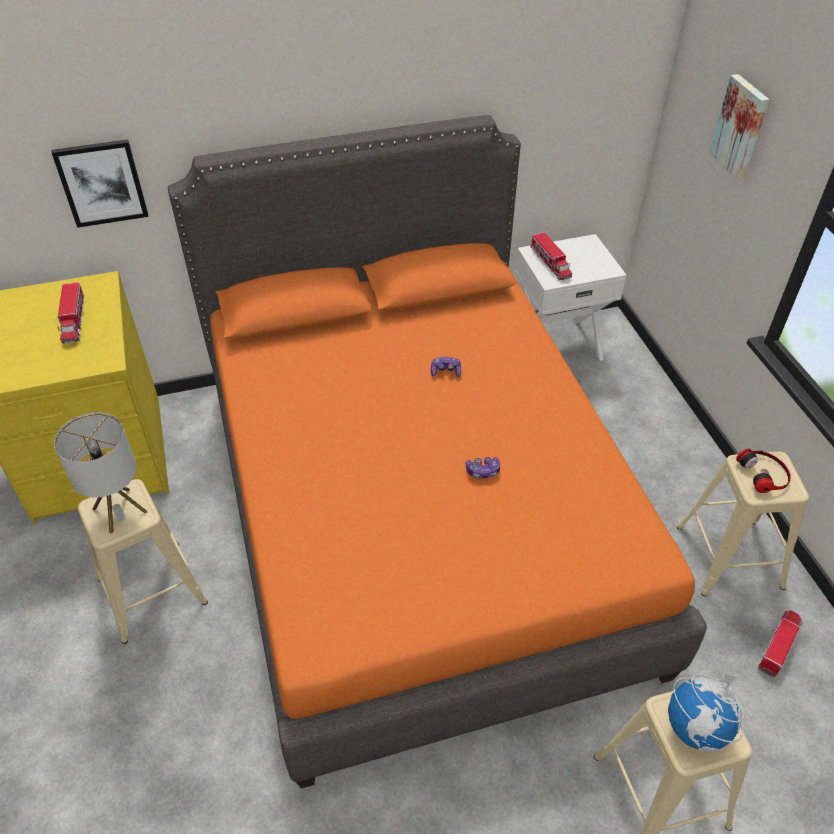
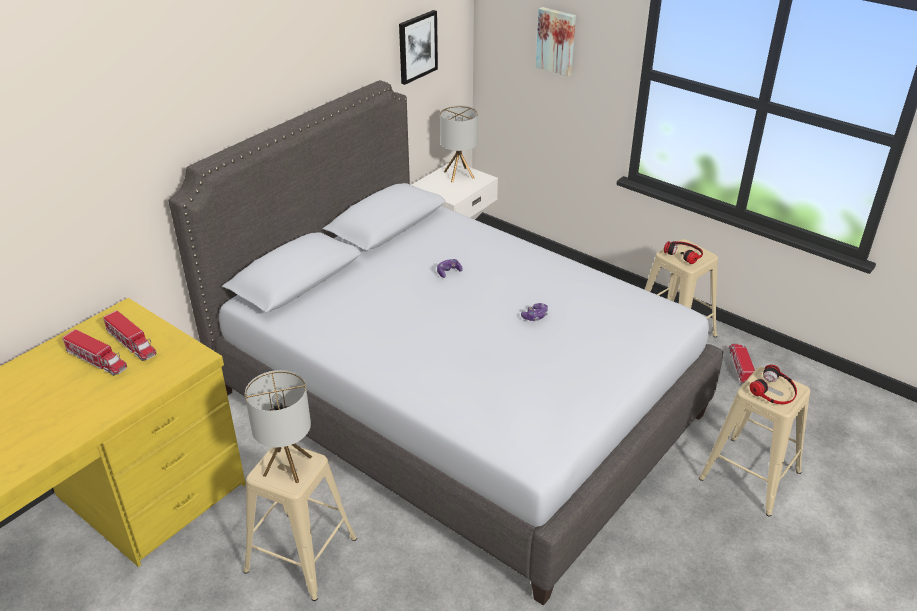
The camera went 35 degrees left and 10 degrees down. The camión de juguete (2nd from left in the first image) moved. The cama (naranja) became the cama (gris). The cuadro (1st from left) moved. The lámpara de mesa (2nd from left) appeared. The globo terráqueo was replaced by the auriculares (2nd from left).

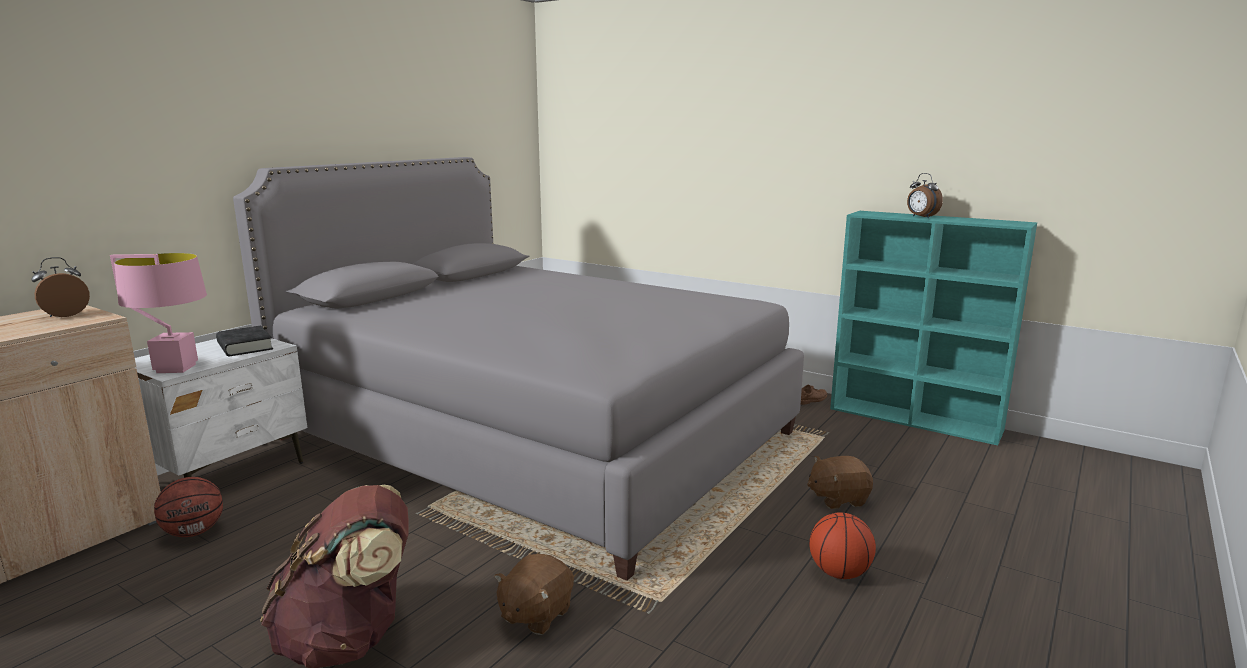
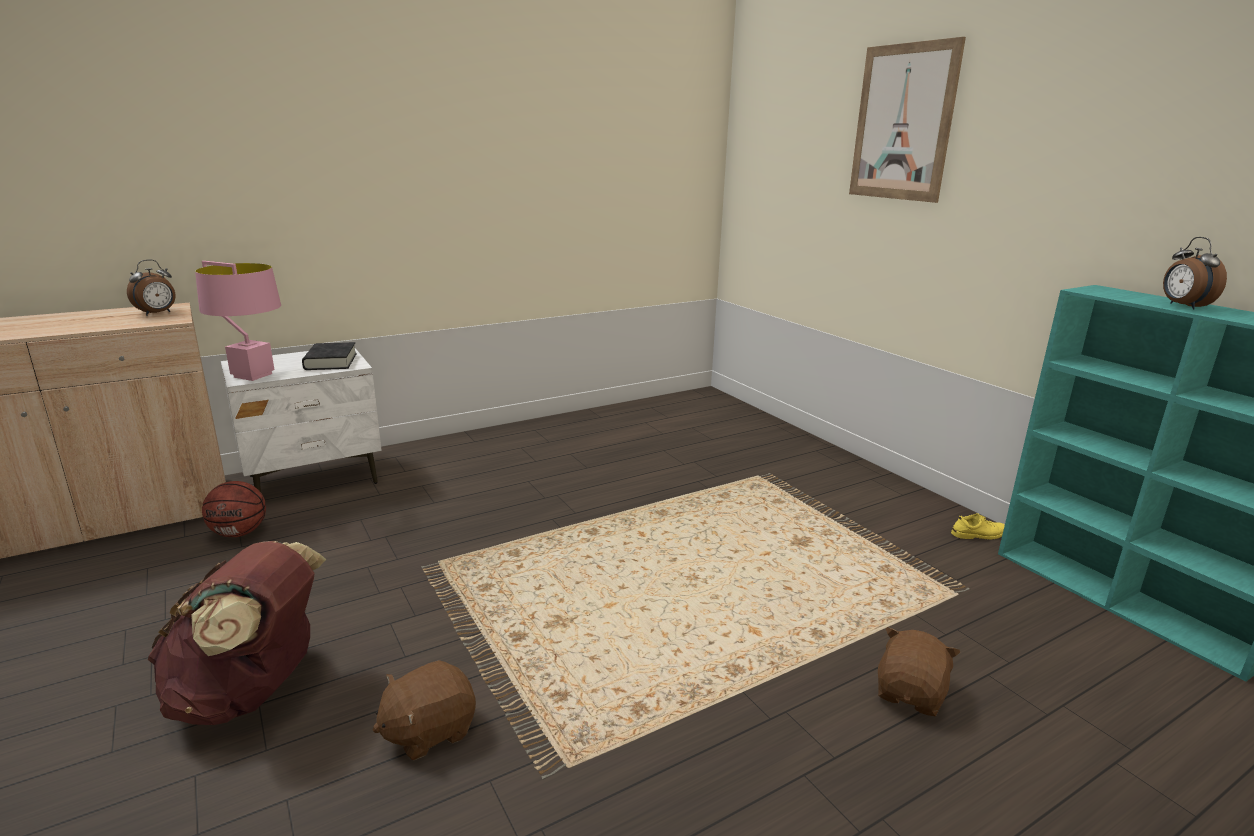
The camera went 25 degrees right and 5 degrees up. The despertador (1st from left) turned 150 degrees clockwise. The cuadro appeared. The peluche (marrón) (2nd from left) turned 105 degrees clockwise. The zapato (marrón) became the zapato (amarillo). The cama (gris) disappeared. The balón de baloncesto (2nd from left) disappeared.

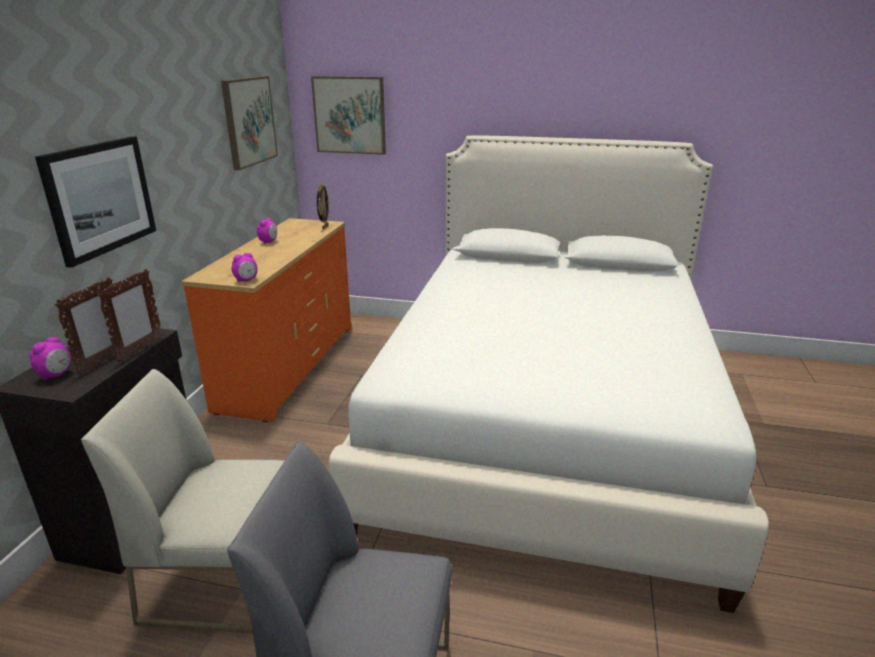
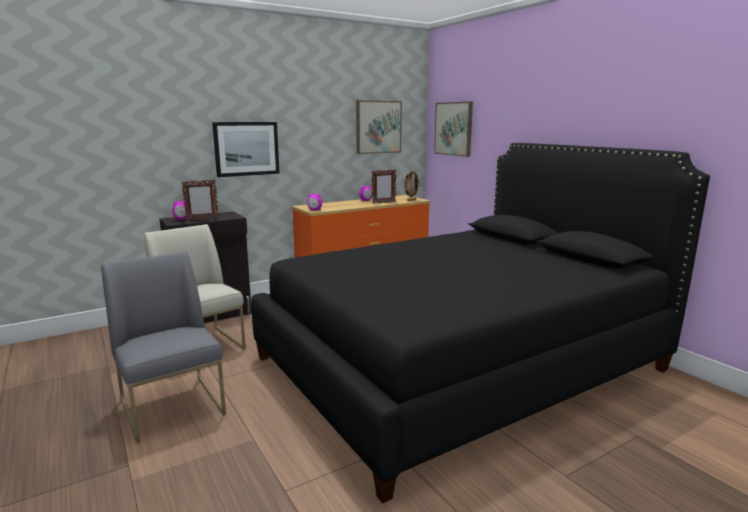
The camera went 45 degrees right and 10 degrees down. The cama (blanco) became the cama (negro). The portarretratos (2nd from left) moved.

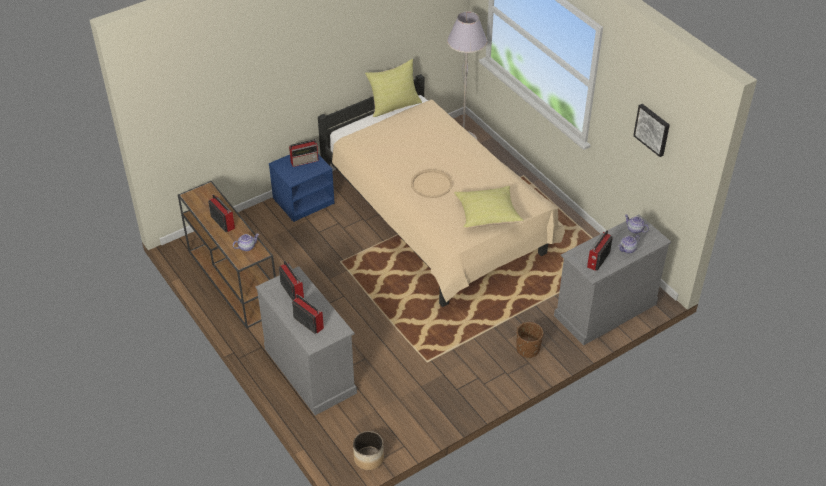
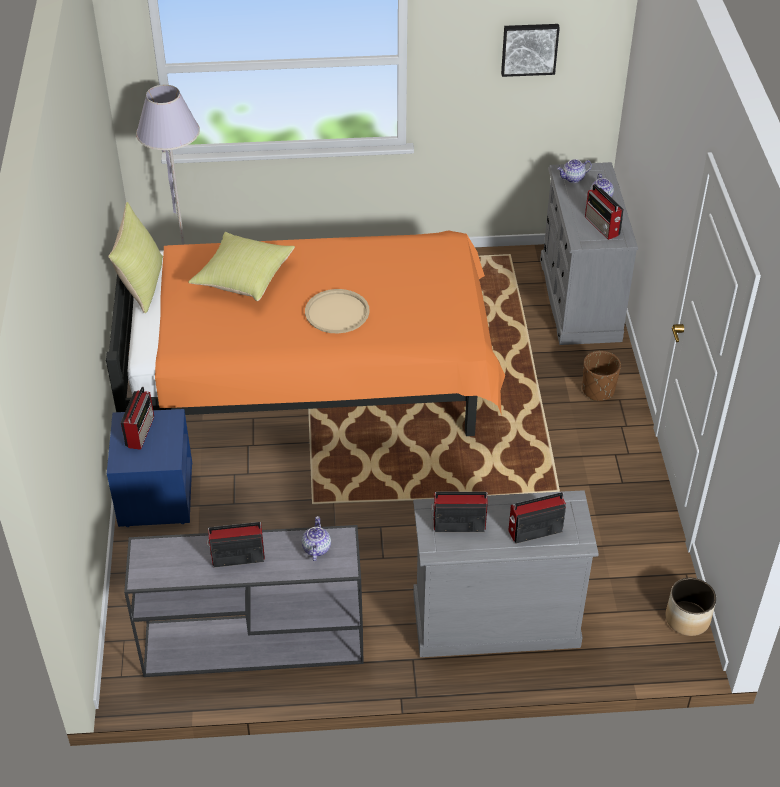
The camera went 60 degrees left and 0 degrees up. The cama (beis) became the cama (naranja). The mesa consola (marrón) became the mesa consola (gris). The cojín (amarillo) (2nd from left) moved.

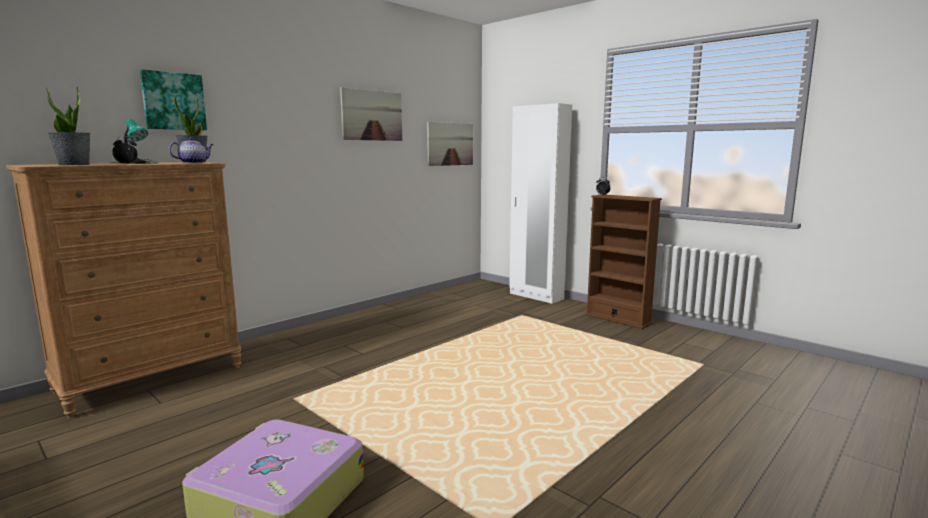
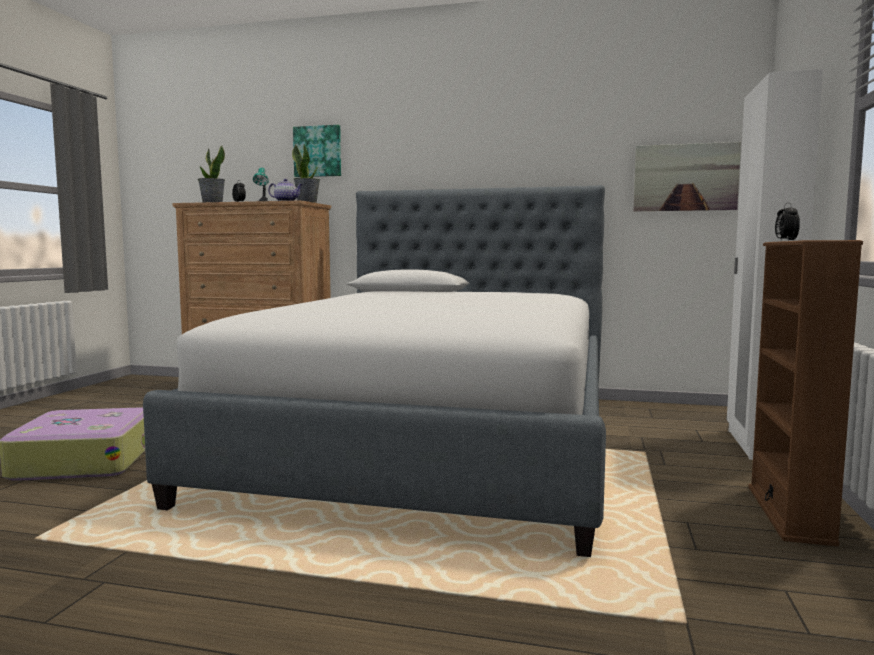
The camera went 60 degrees right and 5 degrees down. The cama appeared. The cuadro (2nd from left) disappeared.

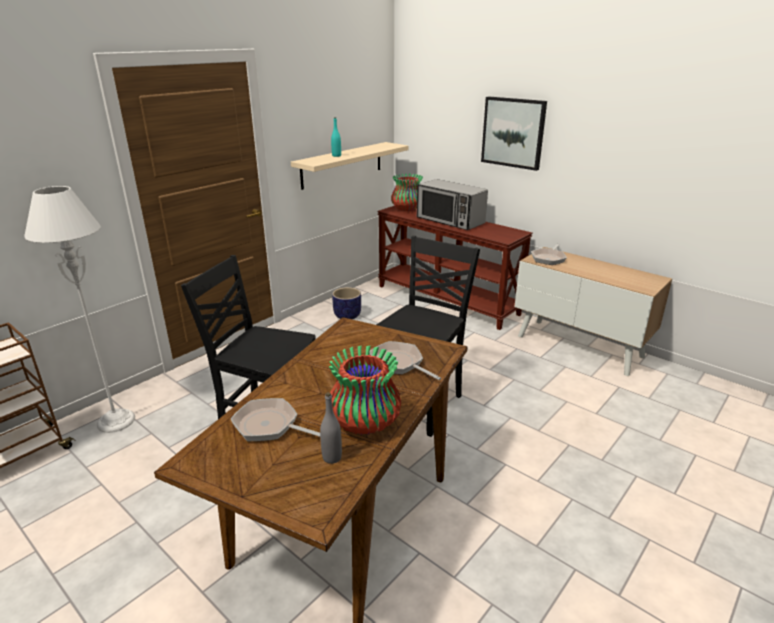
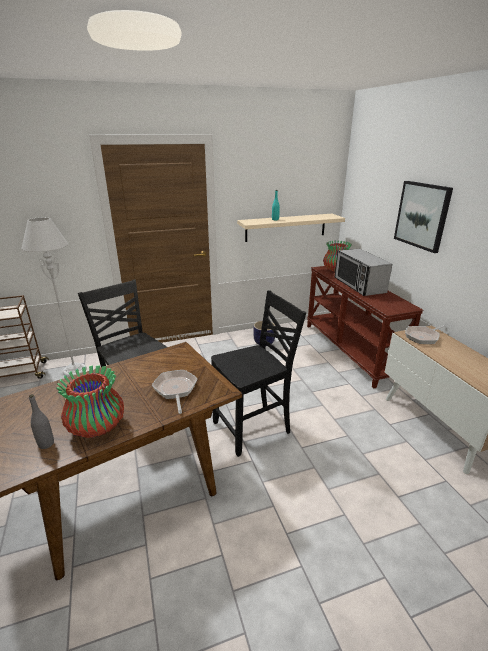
The camera went 30 degrees right and 0 degrees up. The sartén (1st from left) disappeared.

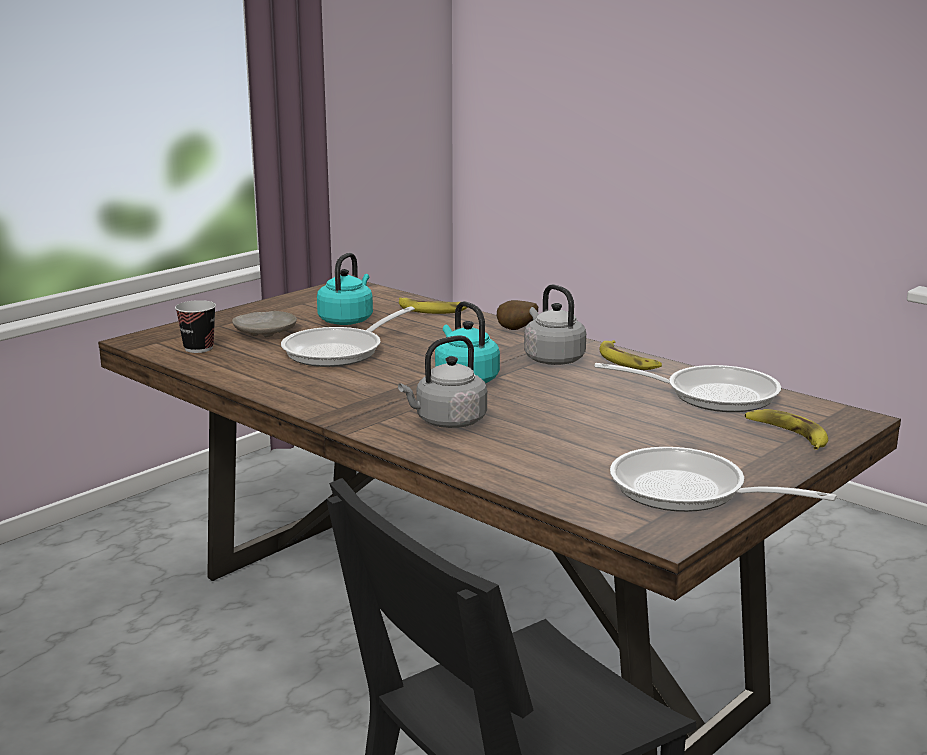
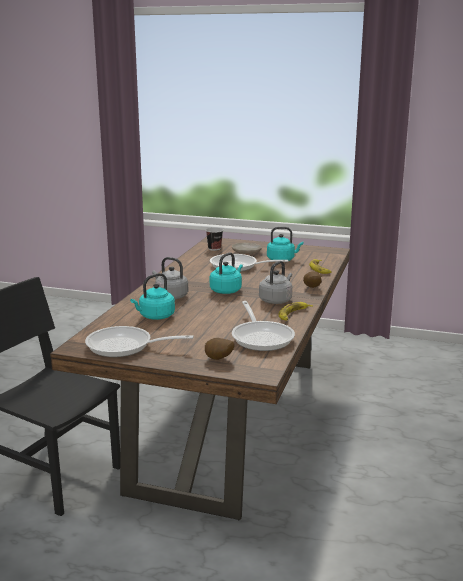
The camera went 65 degrees right and 0 degrees up. The sartén (3rd from left in the first image) turned 90 degrees counterclockwise. The hervidor (turquesa) (1st from left) appeared. The plátano (3rd from left) was replaced by the patata (1st from left).

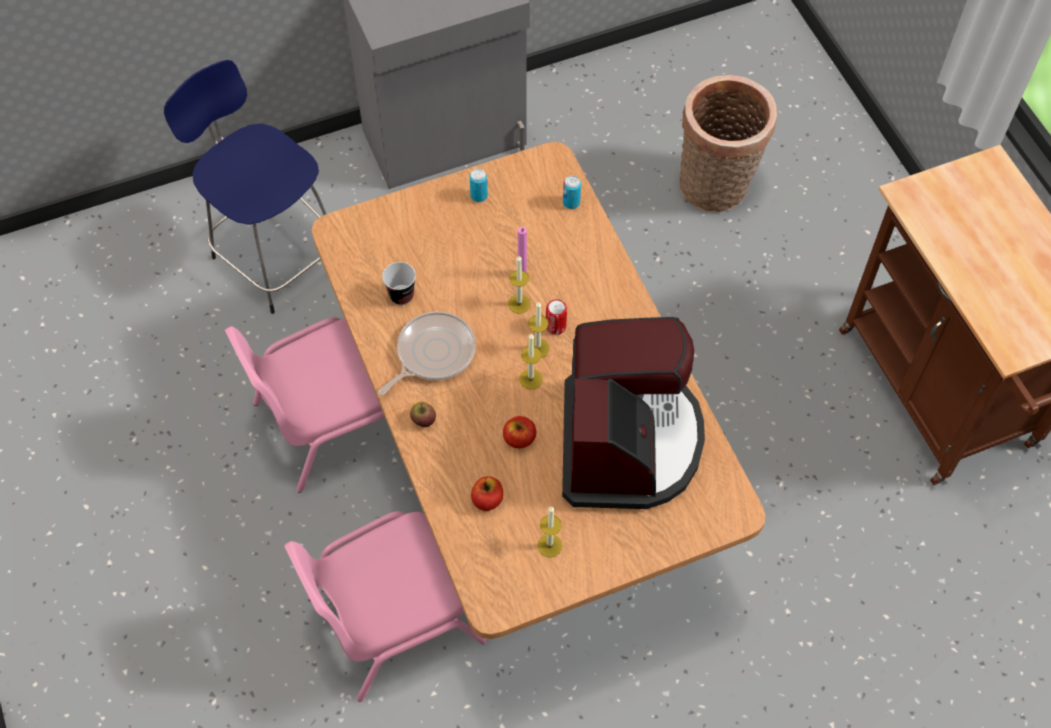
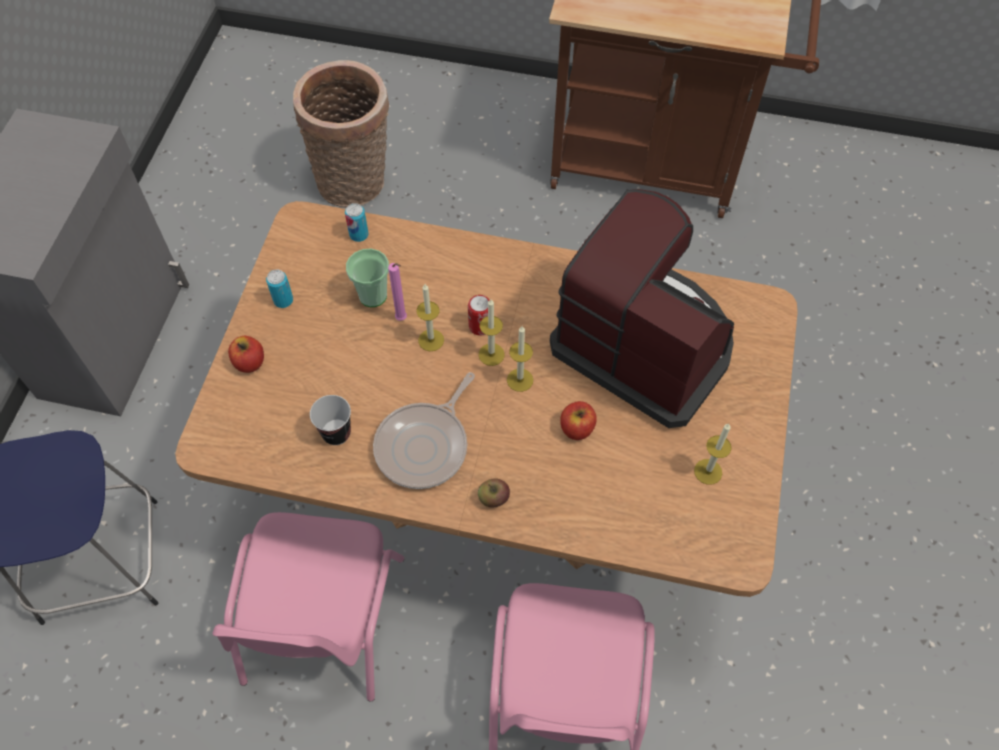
The camera went 55 degrees left and 0 degrees up. The manzana (2nd from left in the first image) moved. The taza (2nd from left) appeared. The sartén turned 135 degrees counterclockwise.

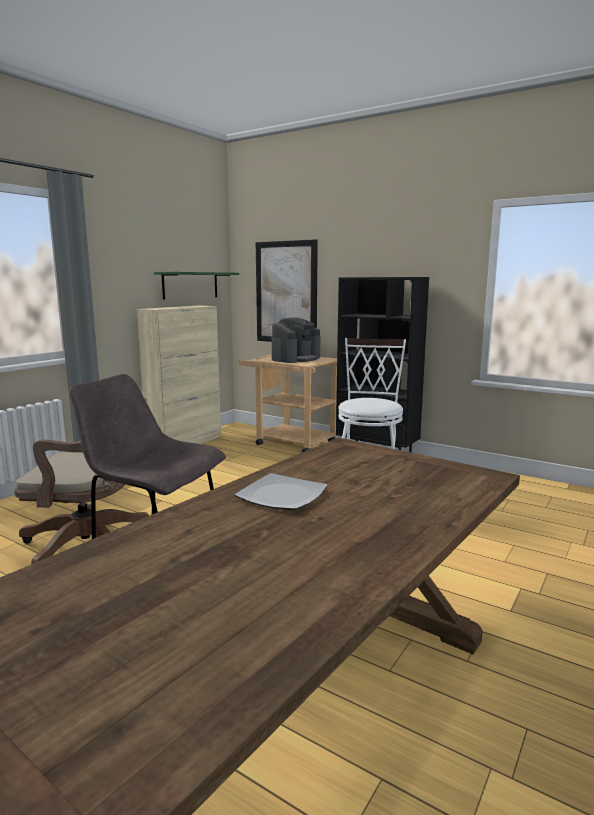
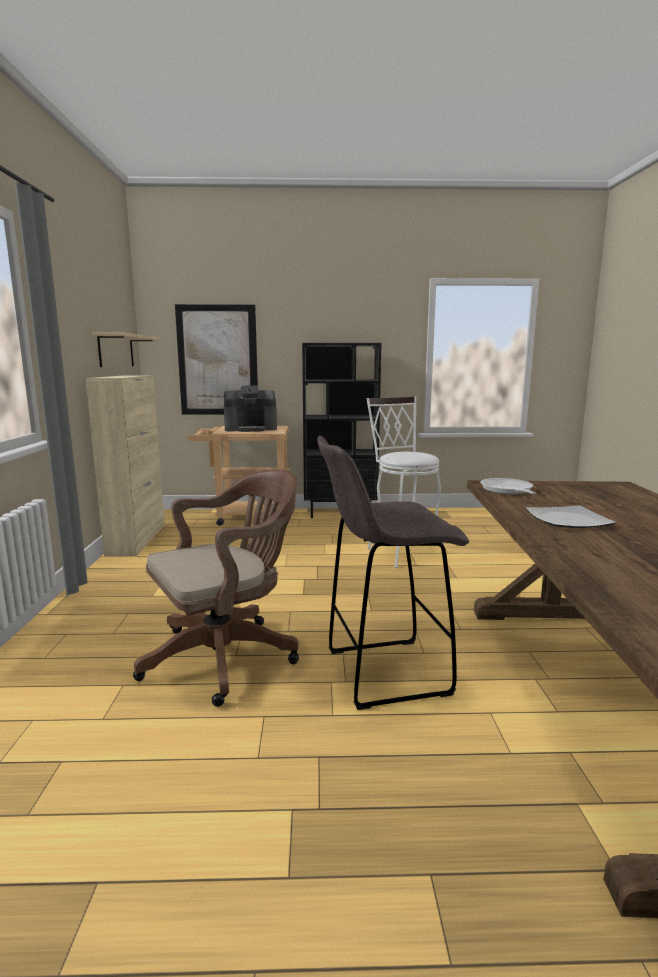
The camera went 35 degrees left and 0 degrees up. The estante (verde) became the estante (beis). The cafetera turned 75 degrees clockwise. The sartén appeared.

